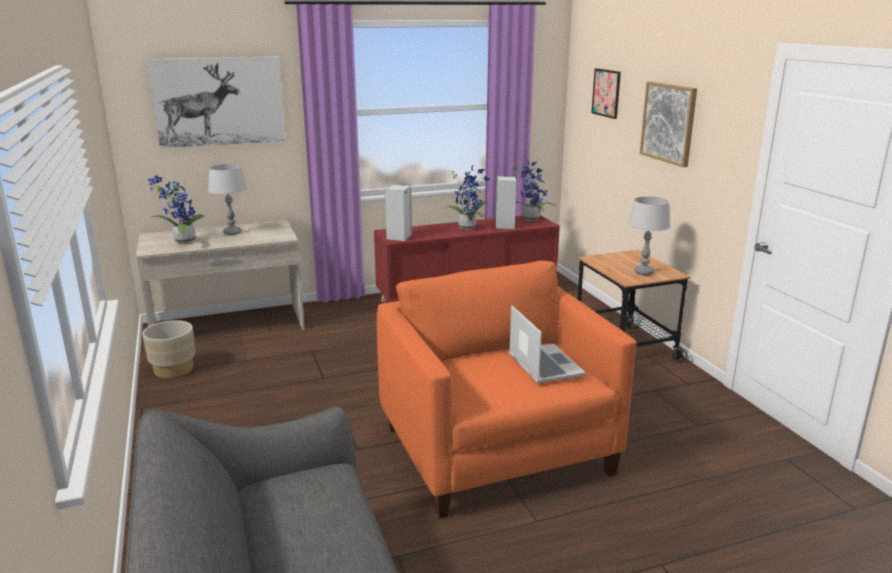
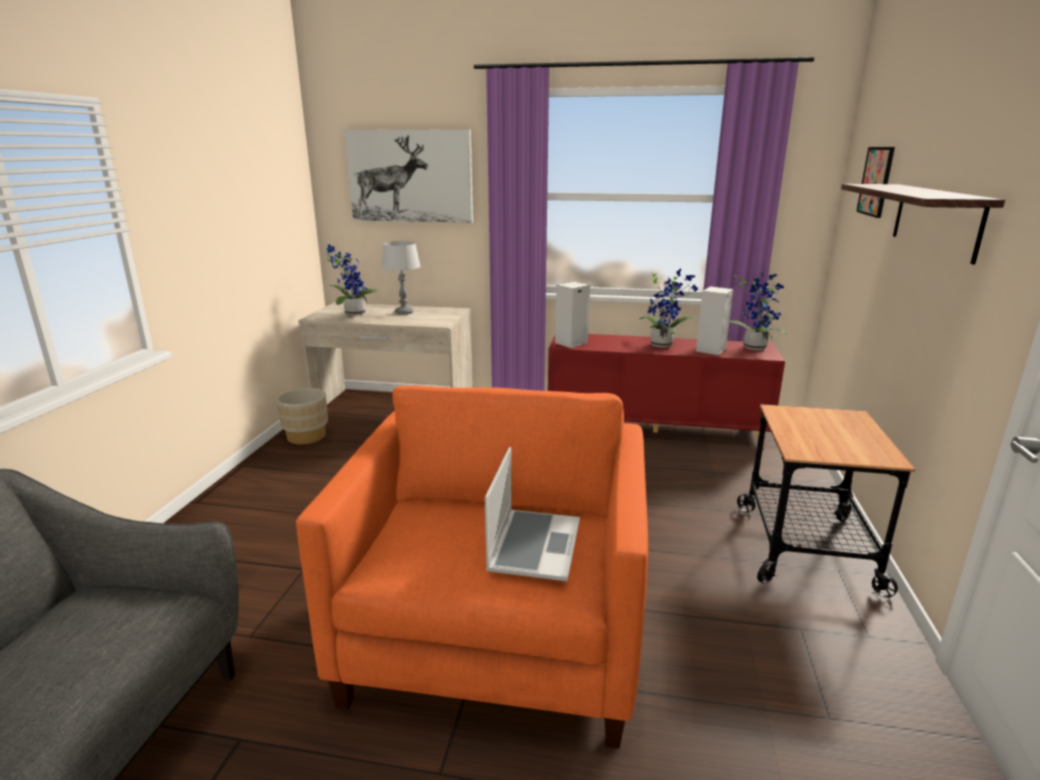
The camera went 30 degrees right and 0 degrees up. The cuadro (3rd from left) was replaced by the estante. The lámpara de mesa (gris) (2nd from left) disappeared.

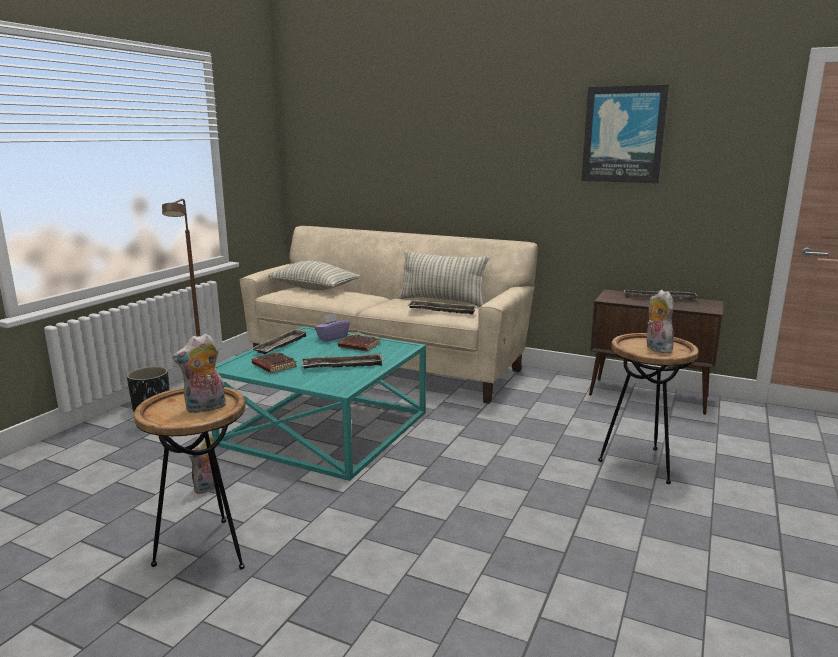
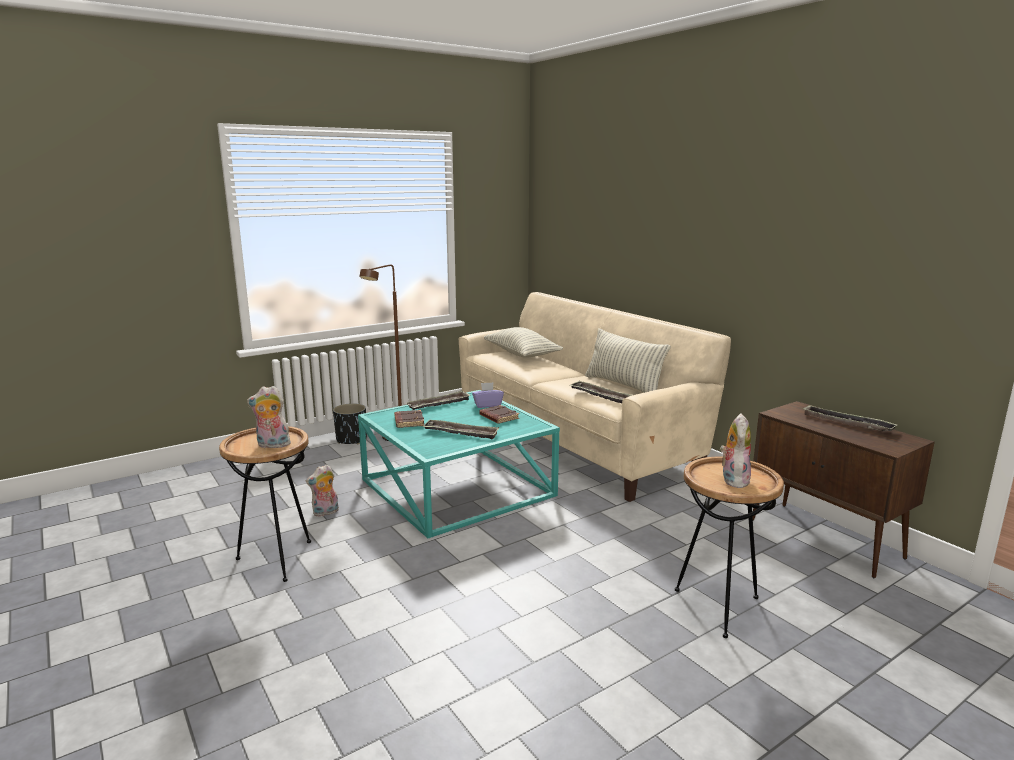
The camera went 30 degrees right and 0 degrees up. The cuadro disappeared.

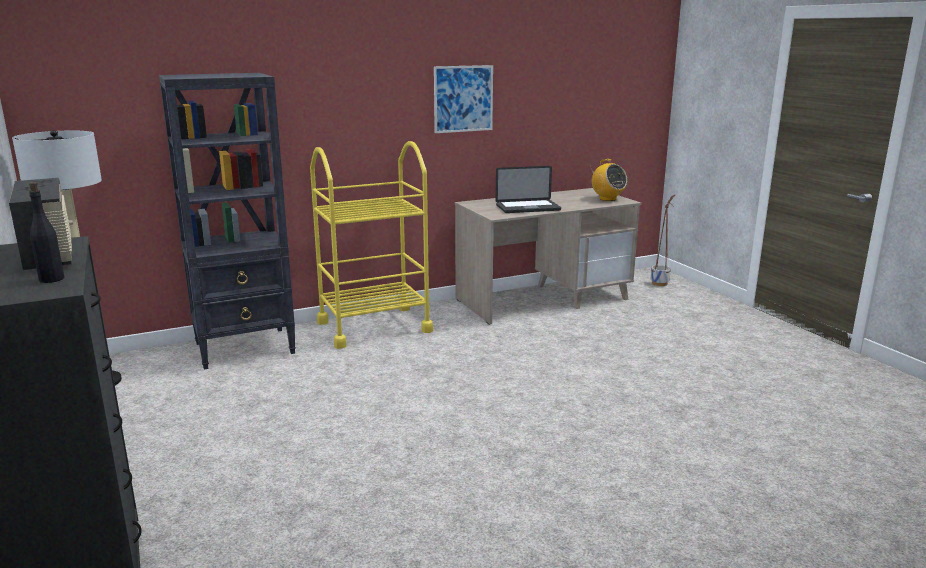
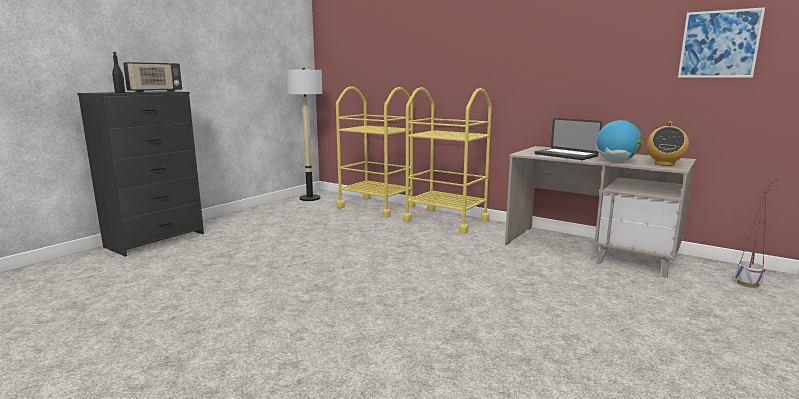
The camera went 60 degrees right and 5 degrees down. The estantería (negro) was replaced by the carrito (amarillo) (1st from left). The globo terráqueo appeared. The cuadro moved.

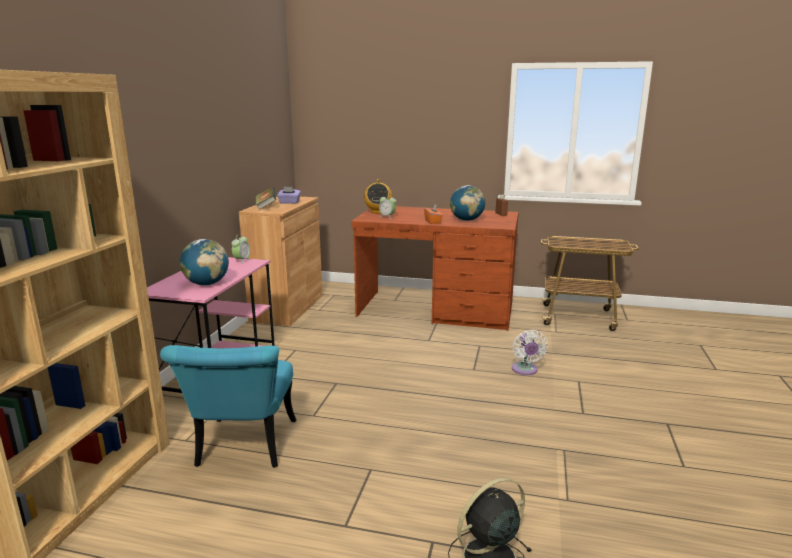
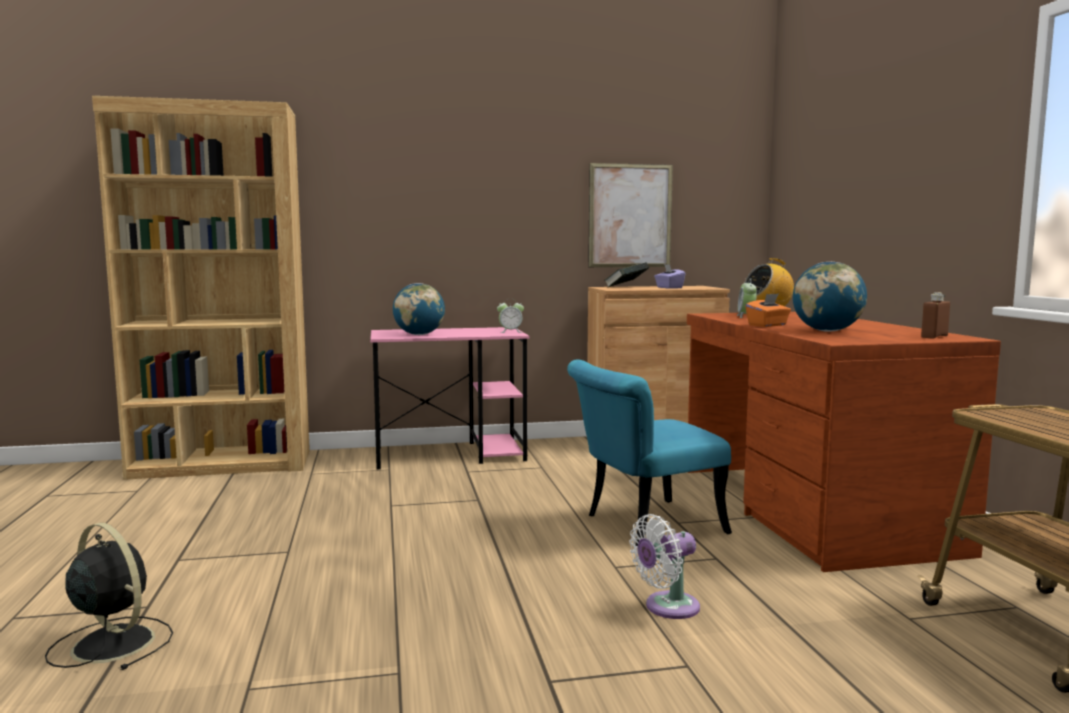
The camera went 65 degrees right and 10 degrees down. The silla (turquesa) moved. The cuadro appeared.

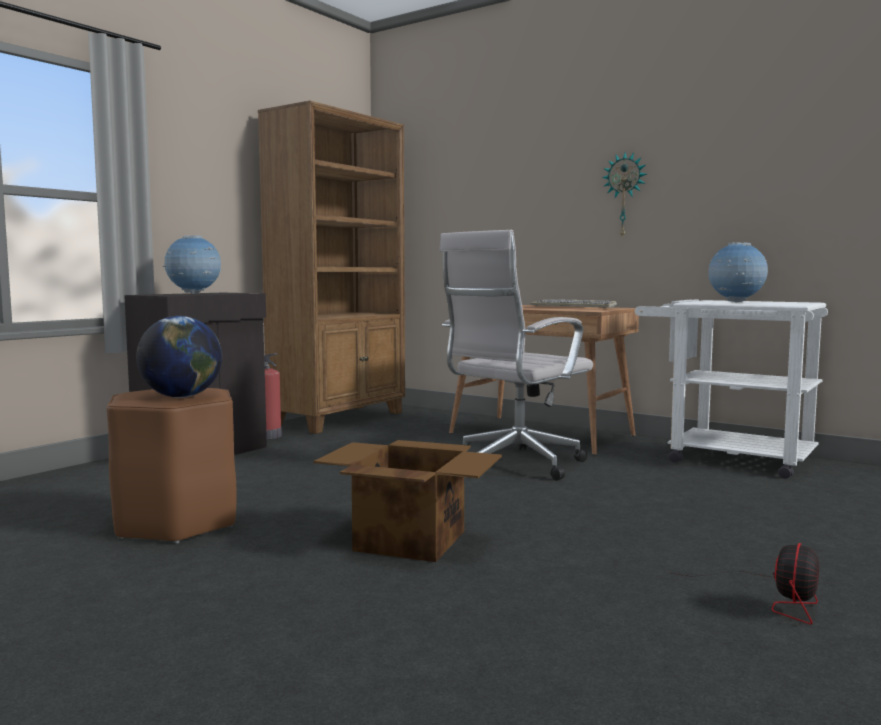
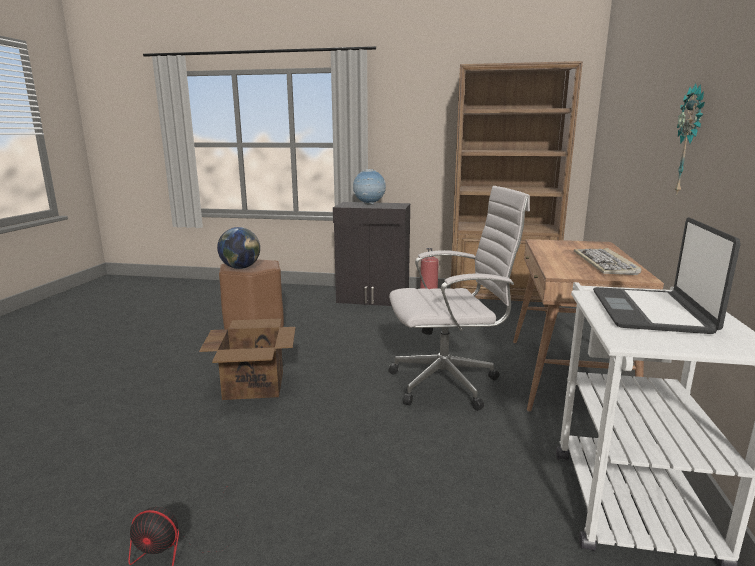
The camera went 65 degrees right and 10 degrees up. The silla de oficina (blanco) turned 150 degrees clockwise. The globo terráqueo (3rd from left) was replaced by the portátil.

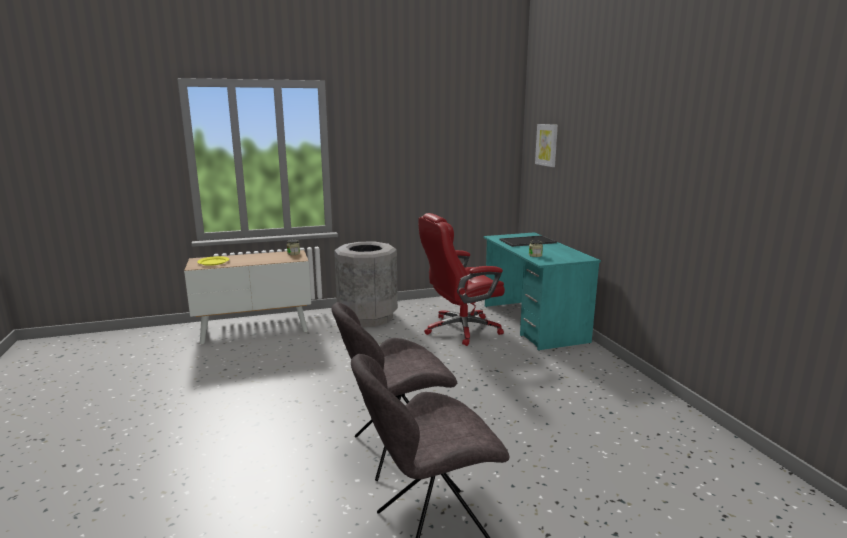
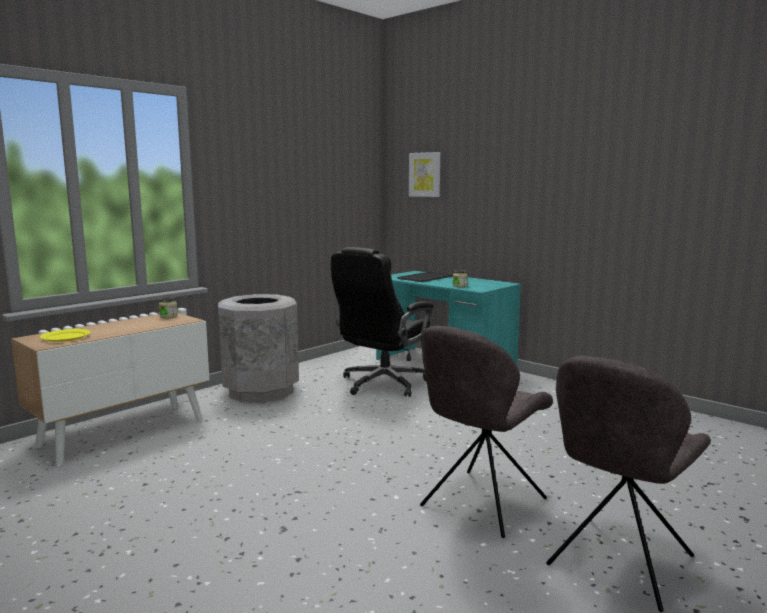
The camera went 30 degrees left and 5 degrees down. The silla de oficina (rojo) became the silla de oficina (negro).

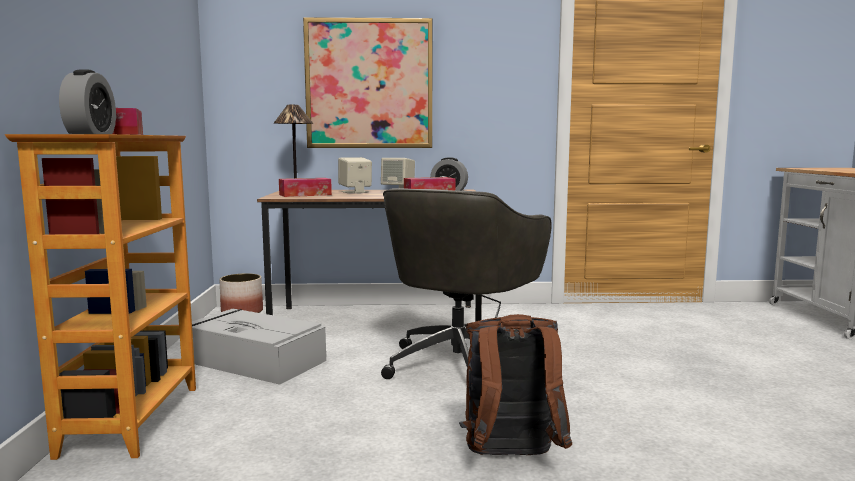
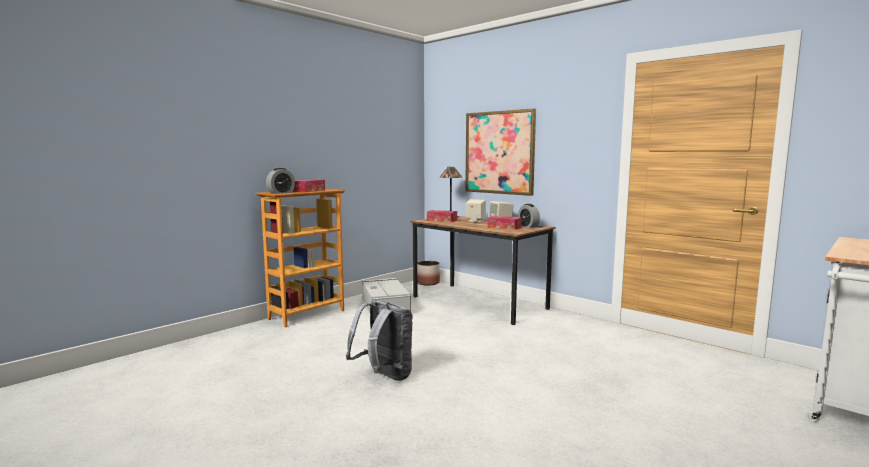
The camera went 45 degrees right and 0 degrees up. The mochila (marrón) became the mochila (gris). The silla de oficina (gris) disappeared.

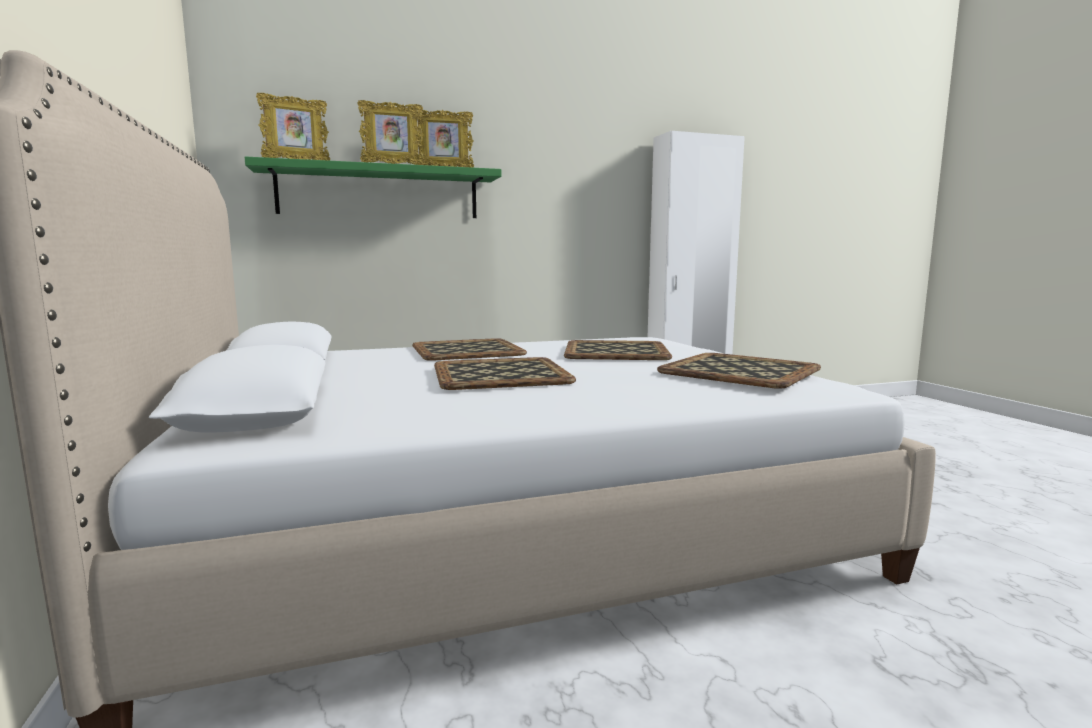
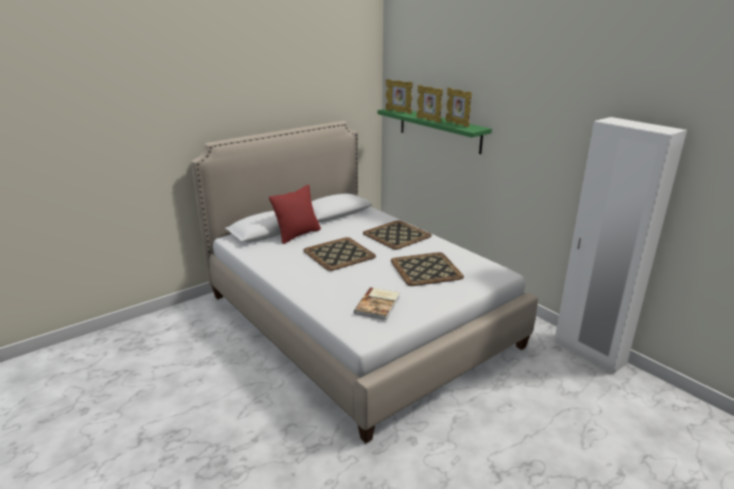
The camera went 70 degrees right and 15 degrees up. The cojín (rojo) appeared. The bandeja (4th from left) was replaced by the libro.

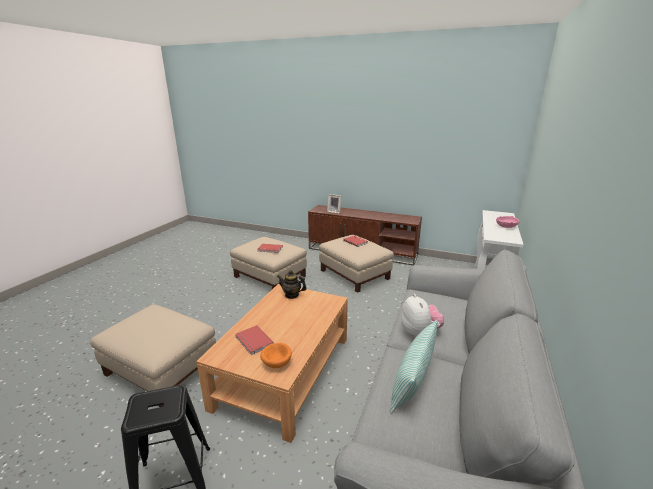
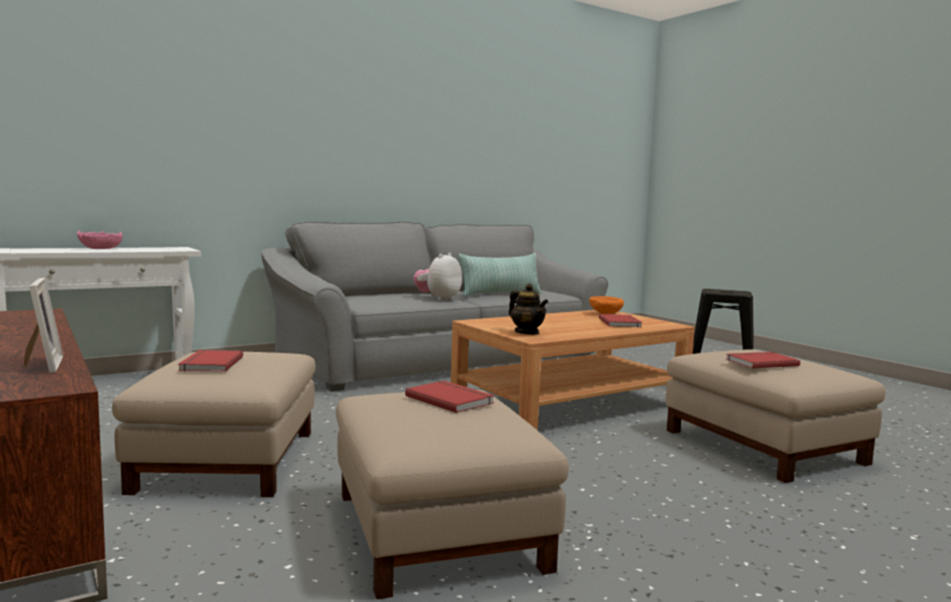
The camera went 145 degrees left and 15 degrees down. The libro (rojo) (4th from left) appeared.

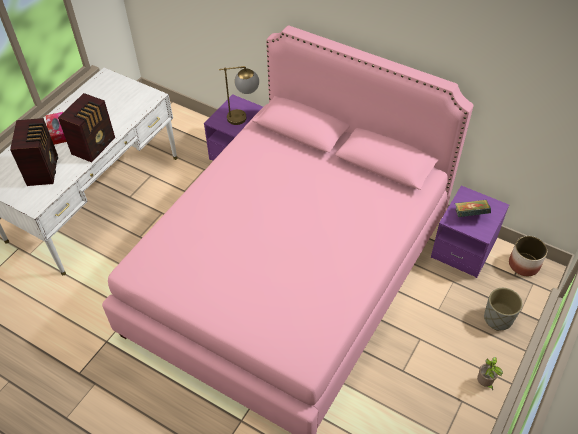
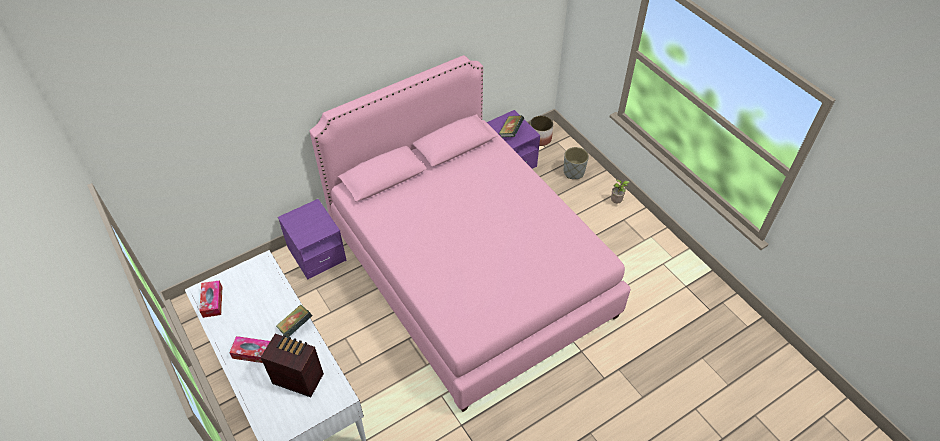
The camera went 65 degrees left and 0 degrees up. The caja de pañuelos (1st from left) appeared. The radio (2nd from left) was replaced by the libro (1st from left). The lámpara de mesa disappeared.

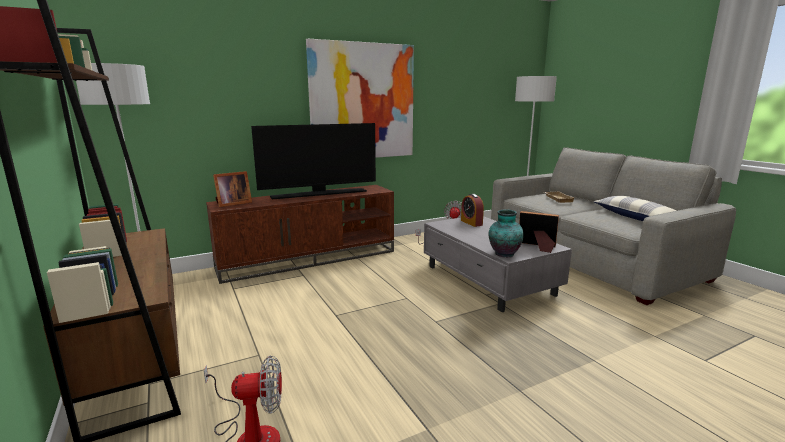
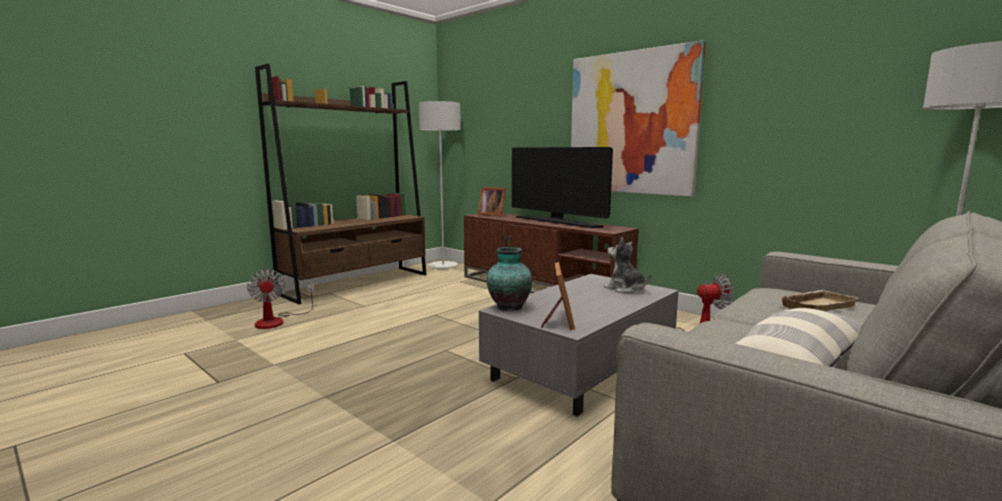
The camera went 70 degrees right and 5 degrees down. The despertador was replaced by the peluche.

